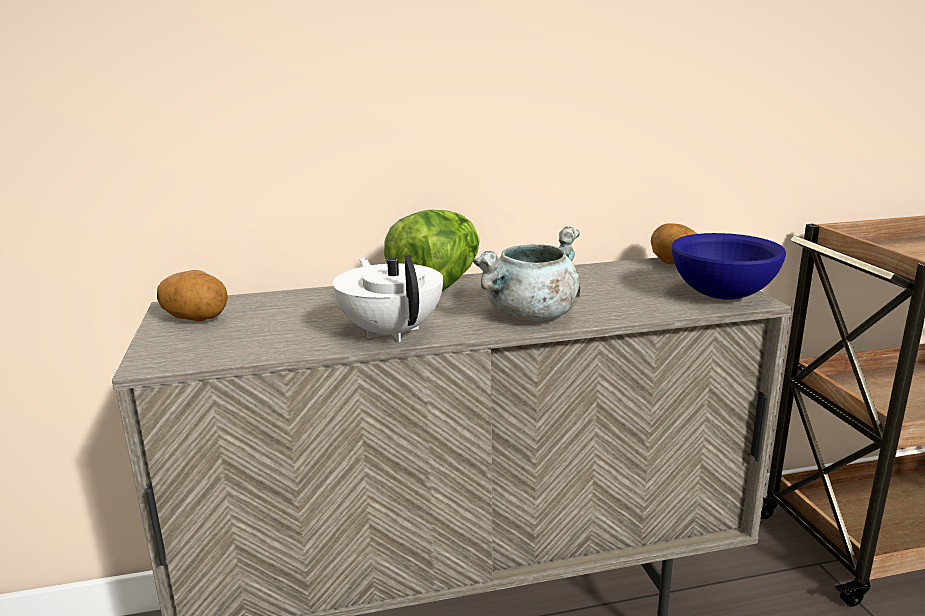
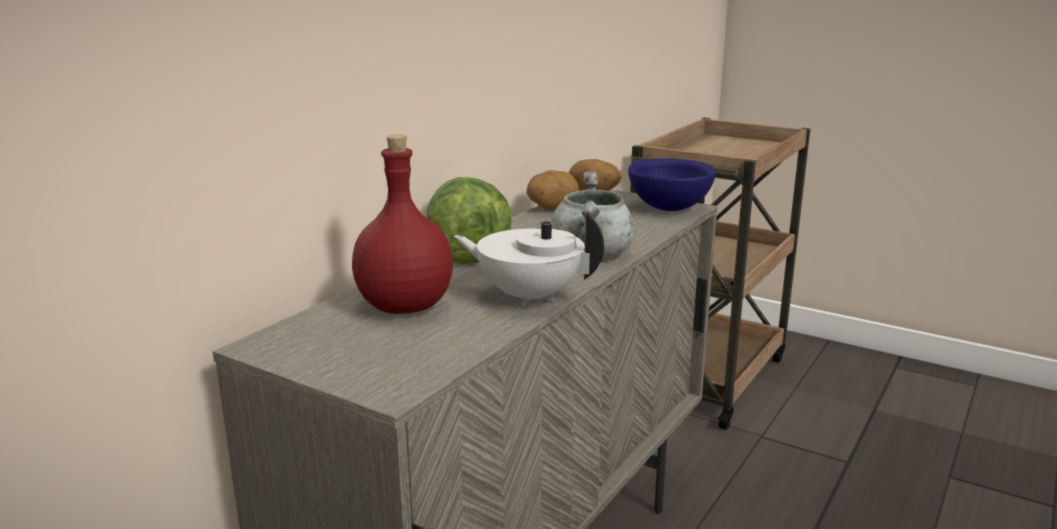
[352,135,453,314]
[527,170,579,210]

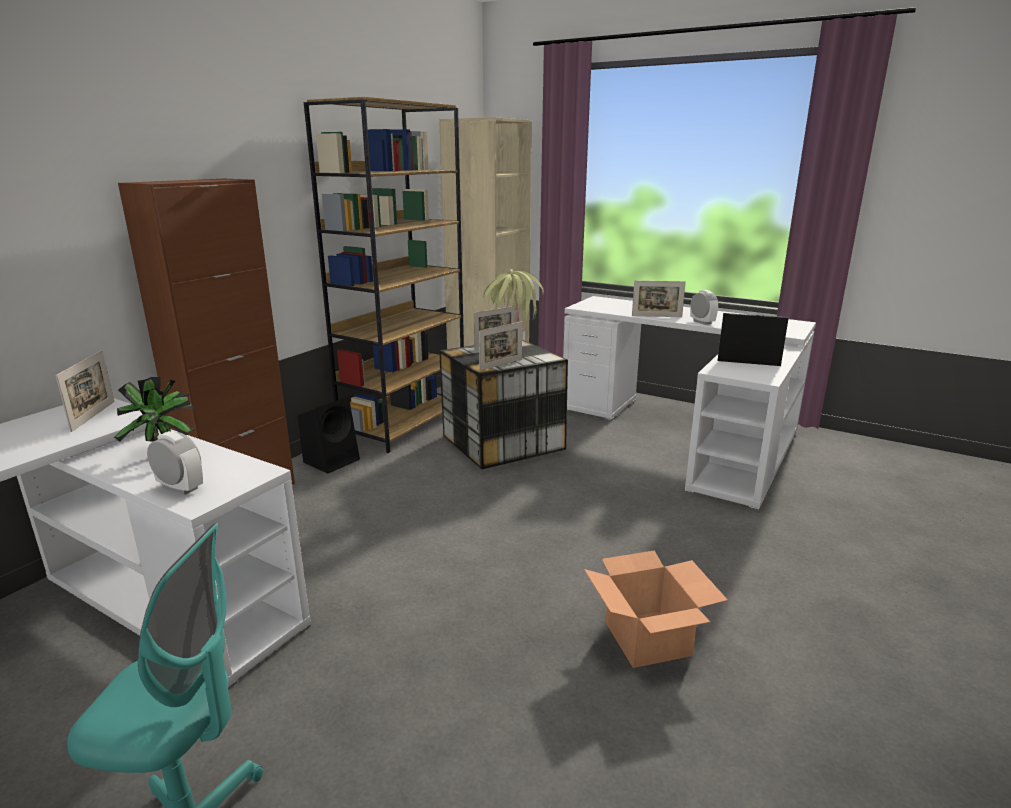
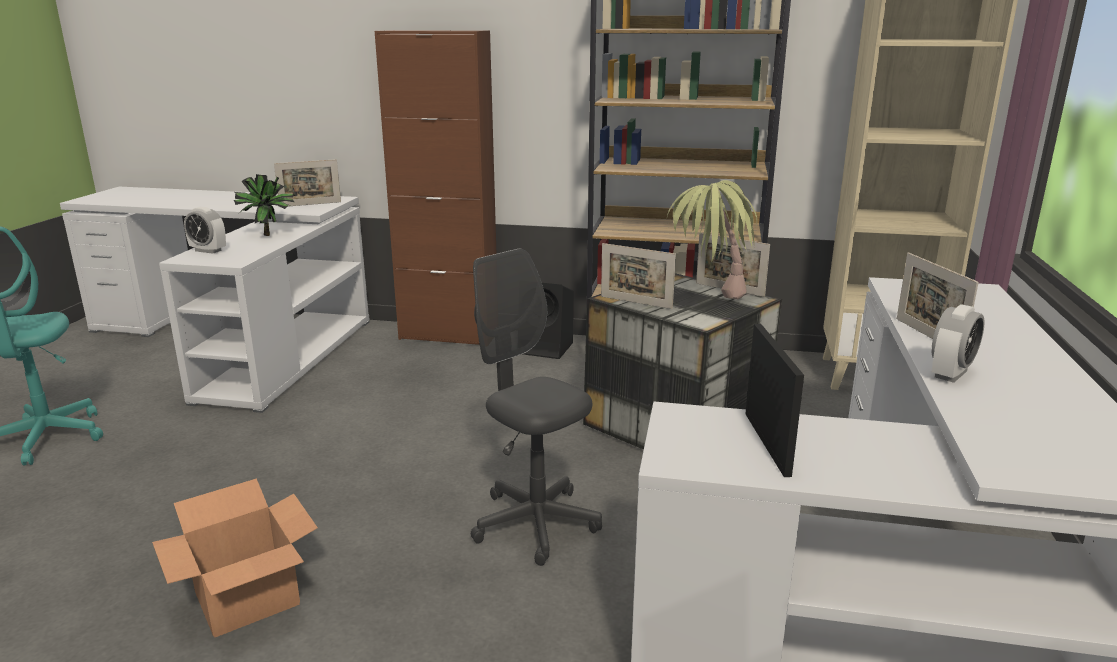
[471,248,602,566]
[184,207,226,254]

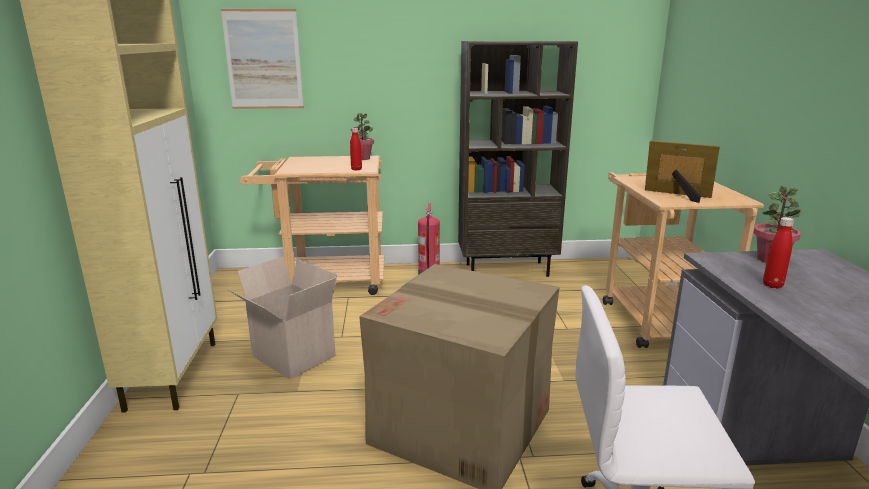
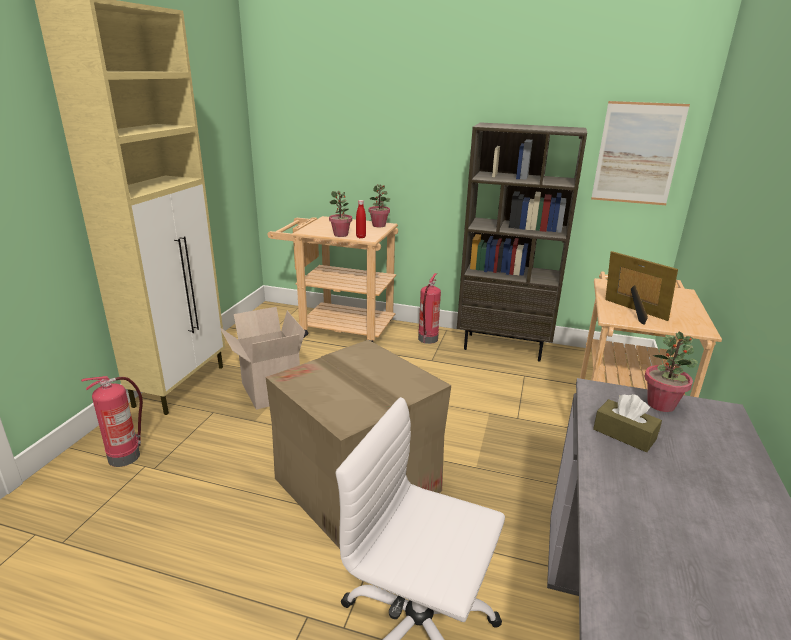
[81,376,143,467]
[329,191,352,237]
[591,101,690,205]
[593,394,662,452]

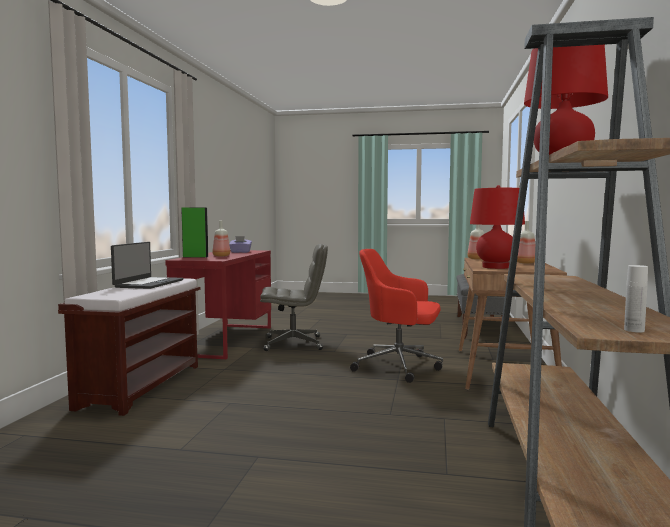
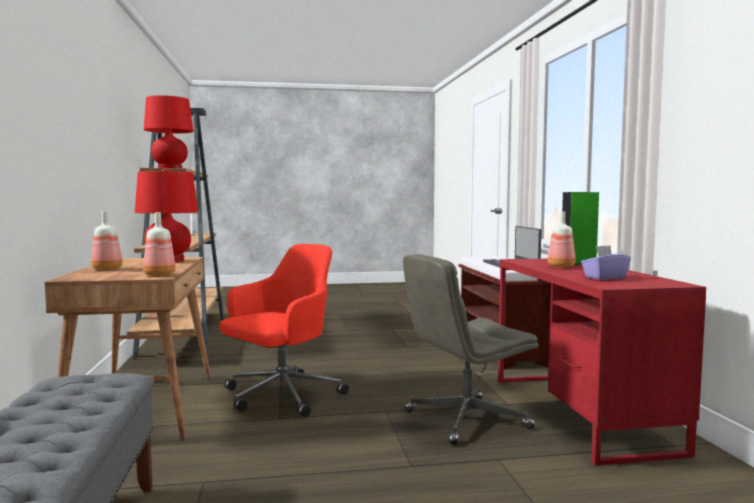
[220,244,349,417]

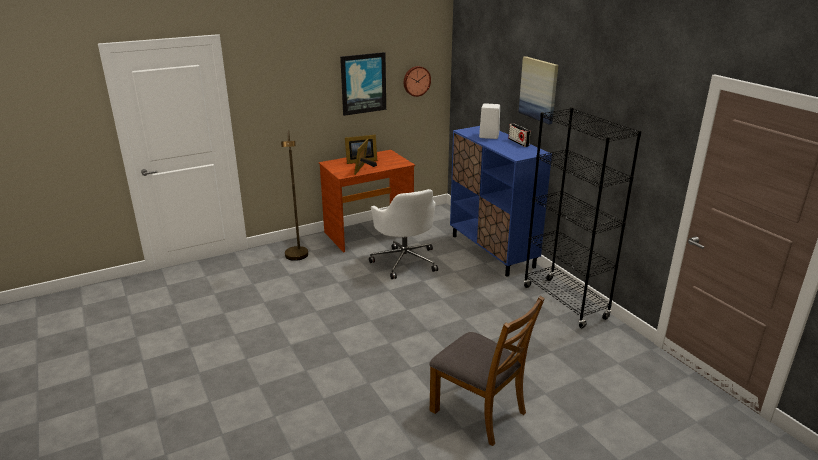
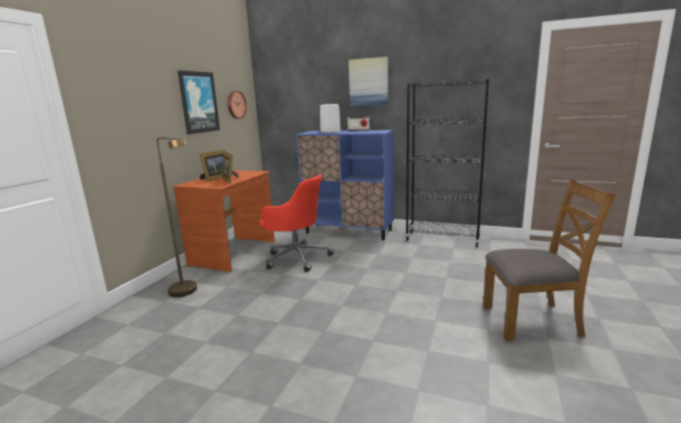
[259,175,334,272]

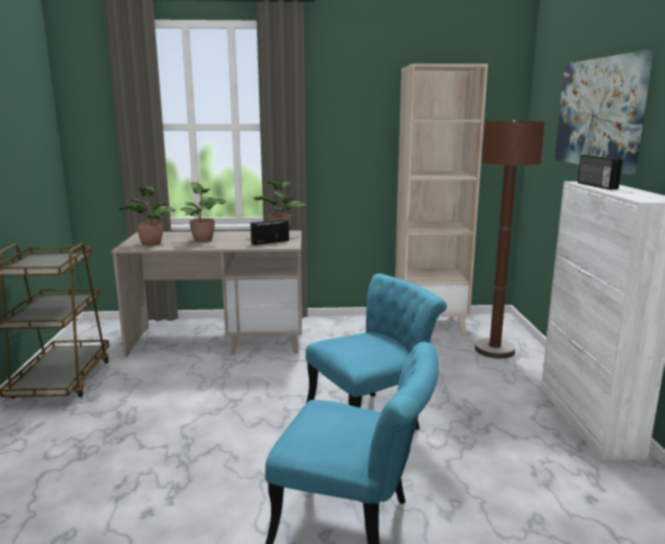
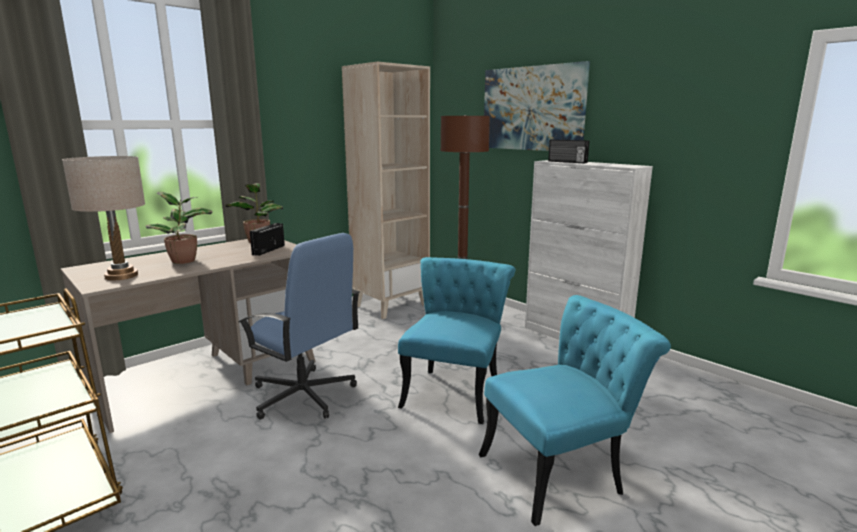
[239,233,359,420]
[62,156,145,280]

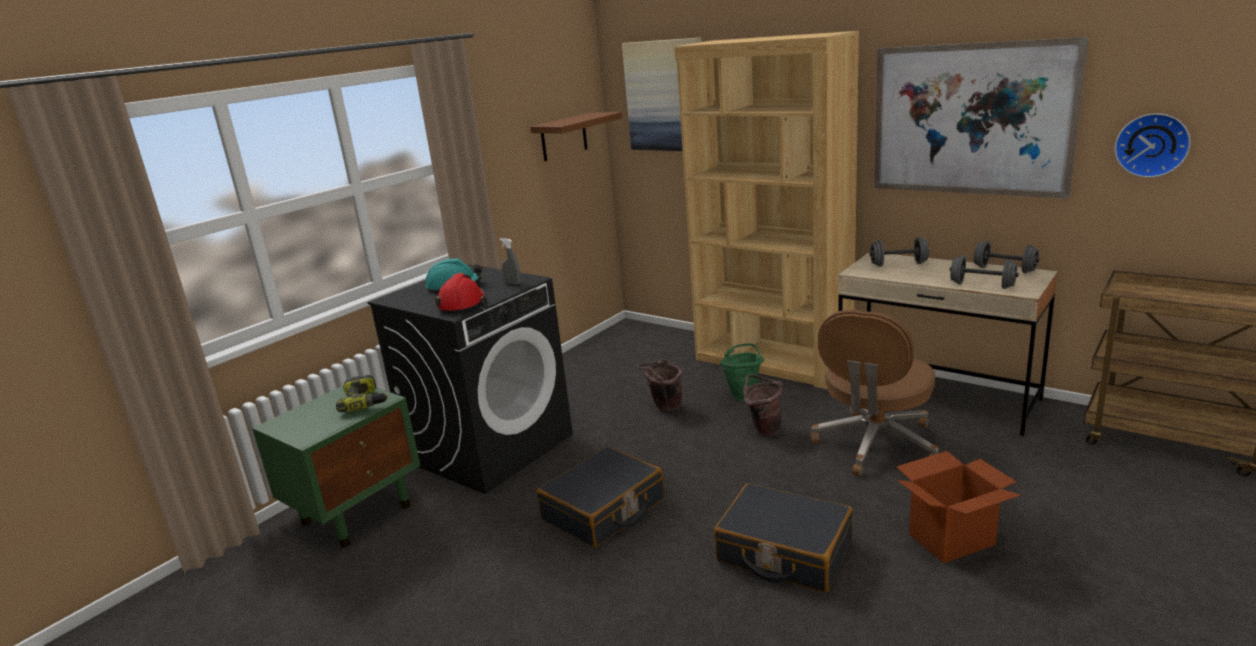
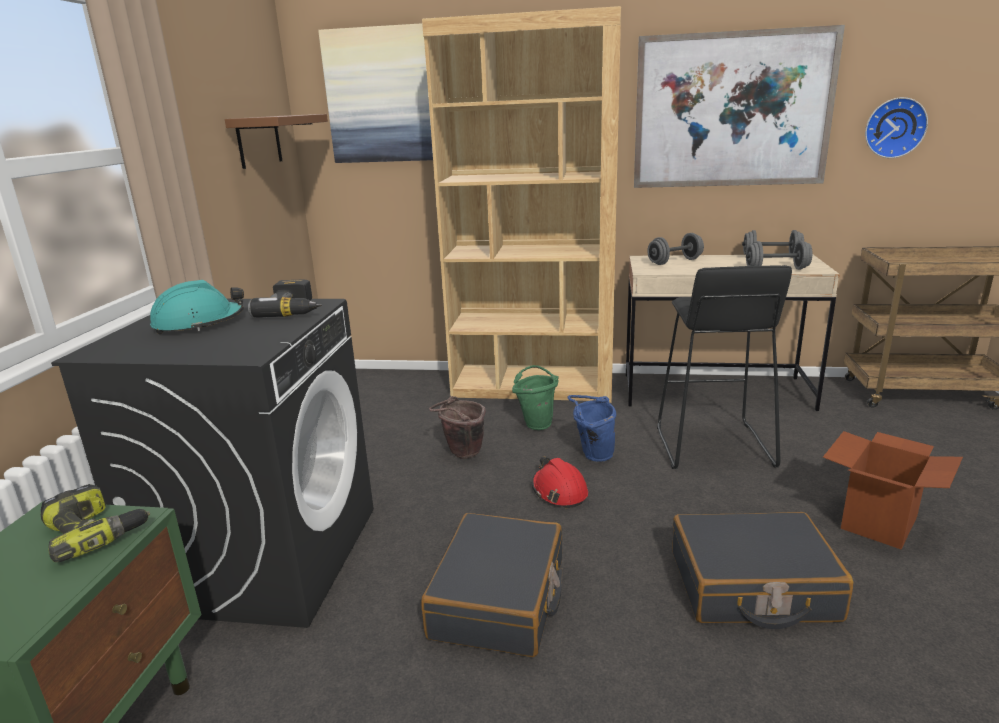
[532,457,588,508]
[248,280,322,317]
[657,265,792,469]
[567,395,616,462]

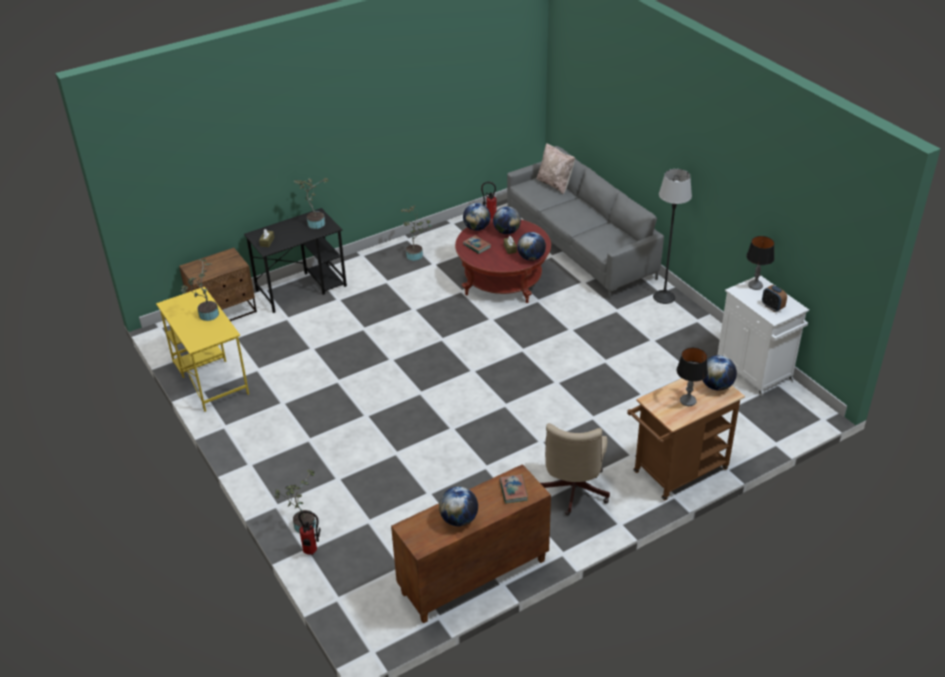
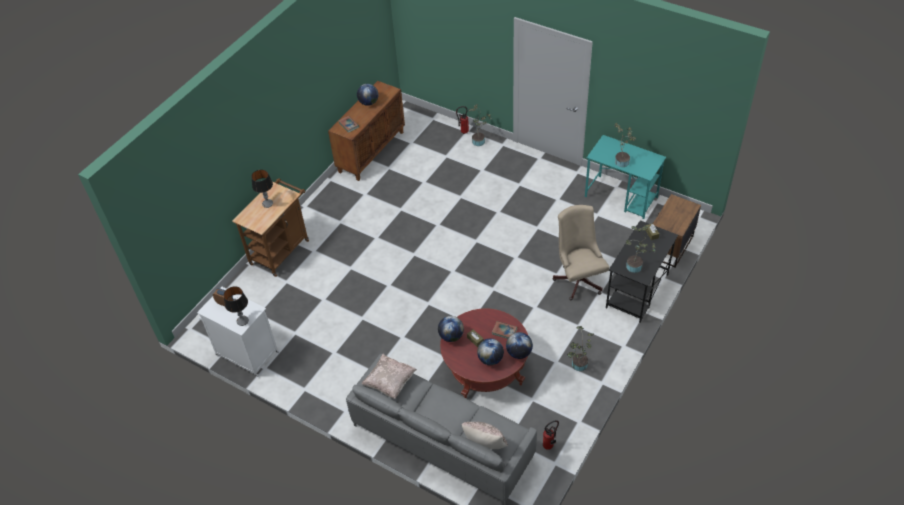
[653,169,692,304] (first image)
[703,355,737,391] (first image)
[362,354,417,399]
[553,205,609,300]
[585,135,666,219]

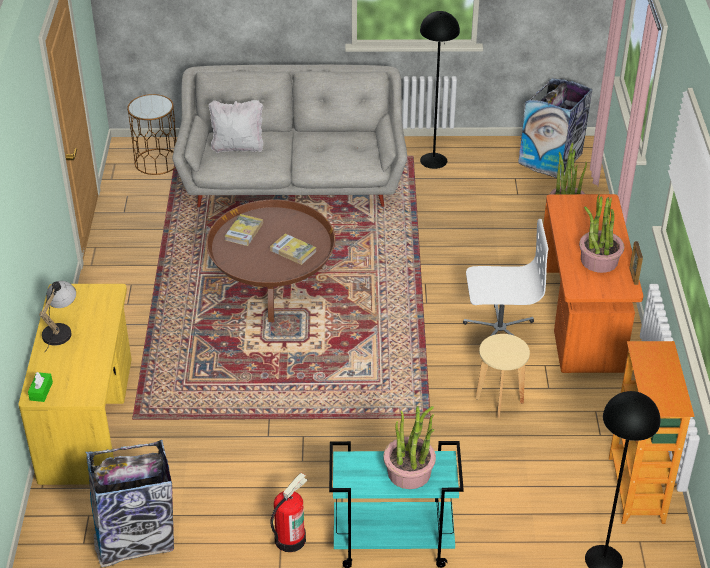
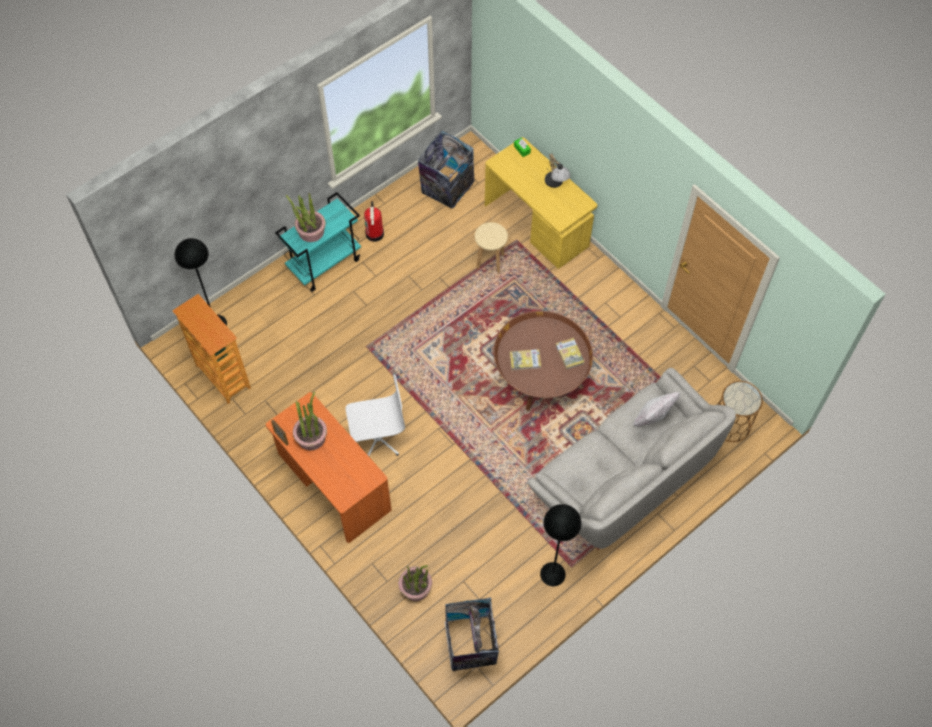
[475,222,508,273]
[346,374,405,456]

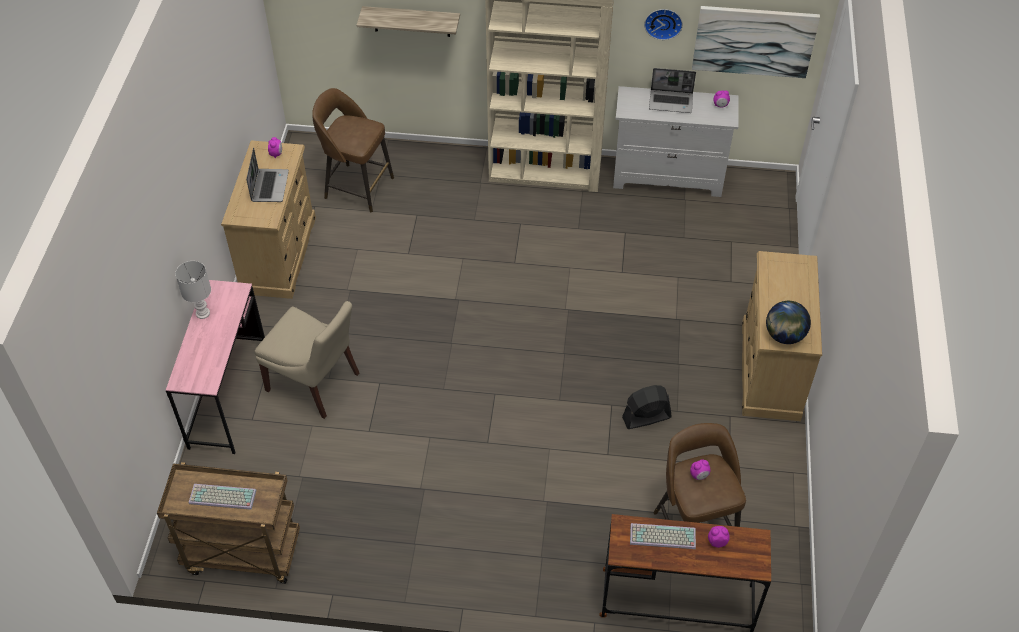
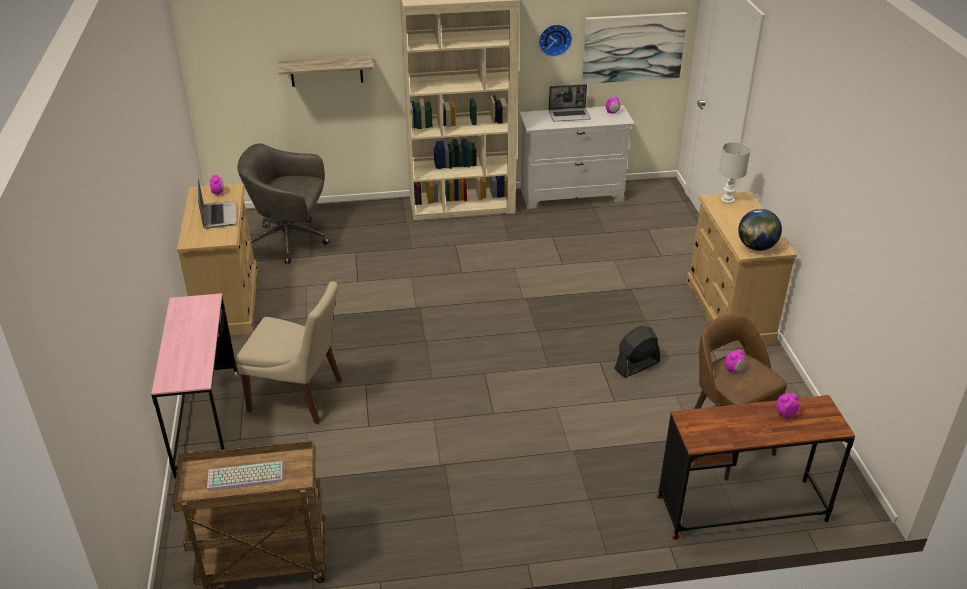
[630,523,696,549] (first image)
[719,142,751,204]
[237,143,330,264]

